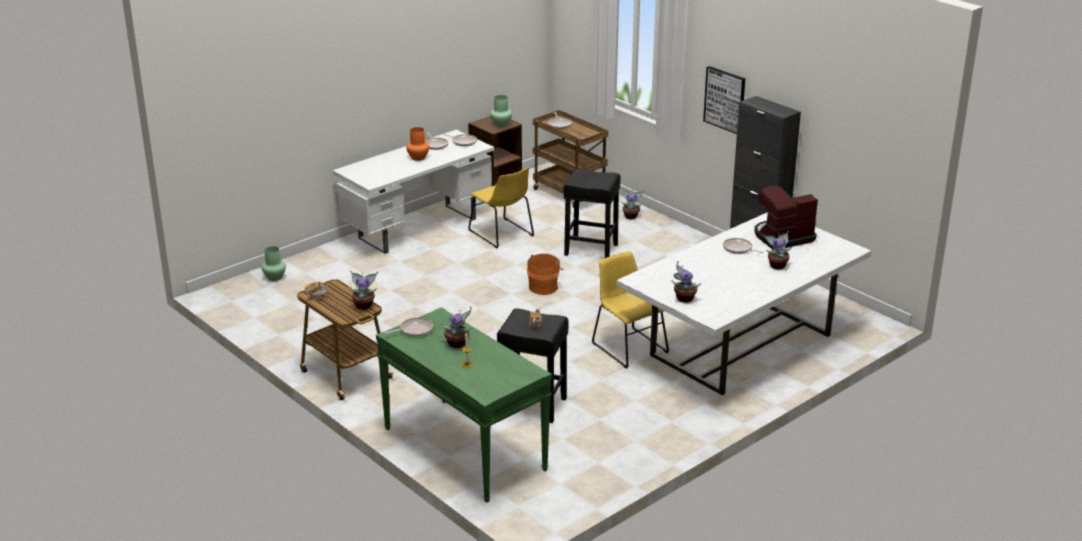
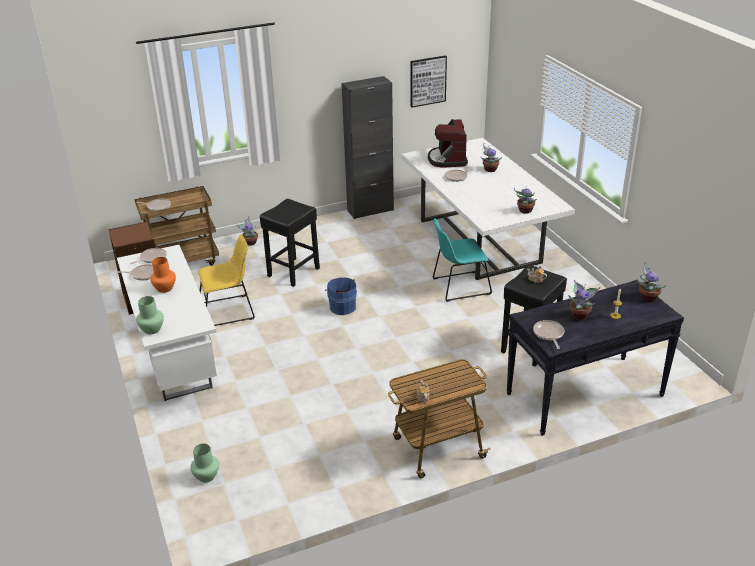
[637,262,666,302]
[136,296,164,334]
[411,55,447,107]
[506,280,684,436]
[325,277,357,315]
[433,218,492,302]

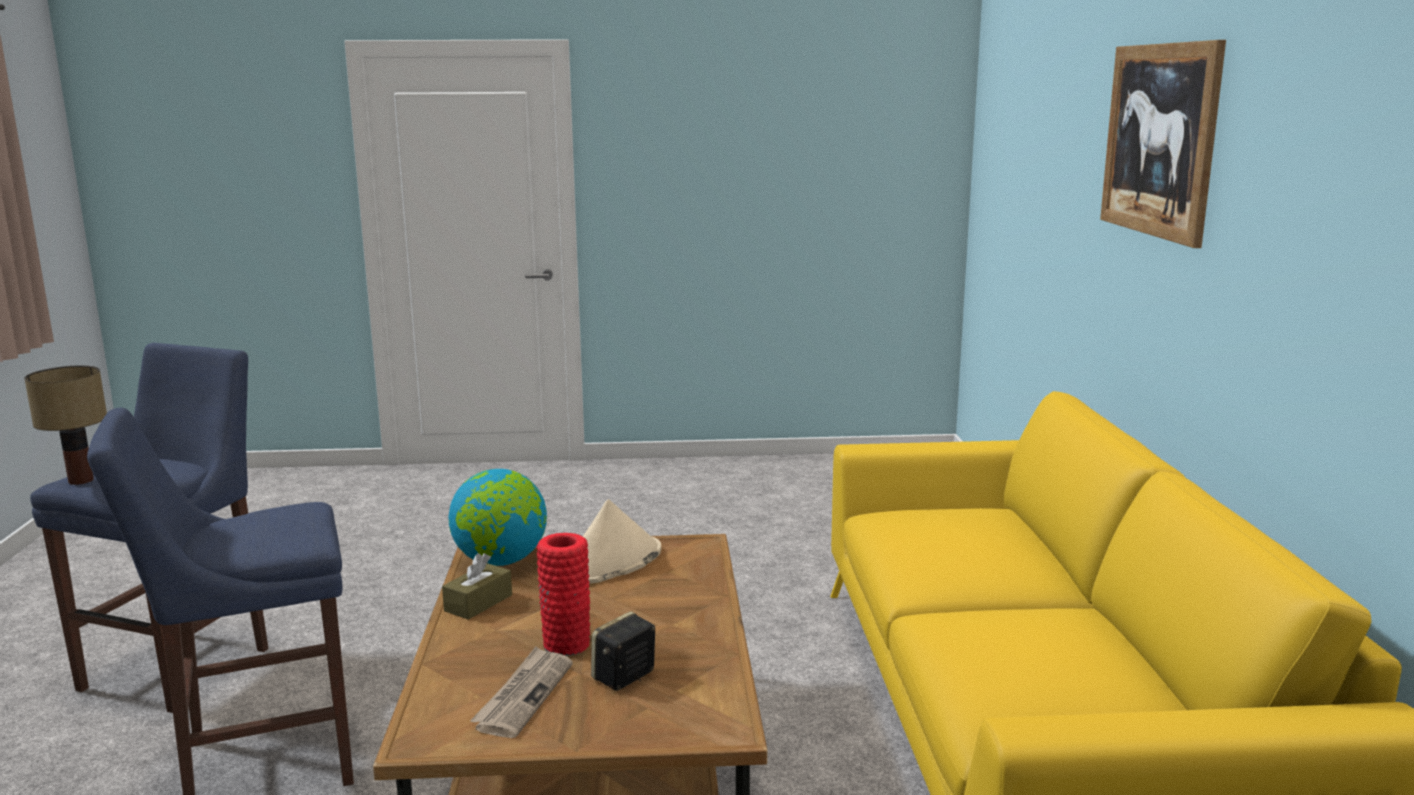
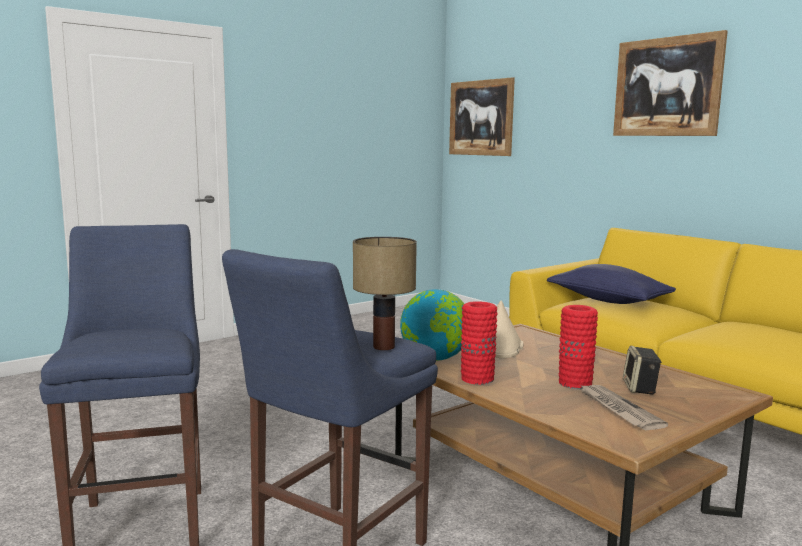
[449,77,515,156]
[547,264,676,304]
[353,237,417,350]
[461,301,498,385]

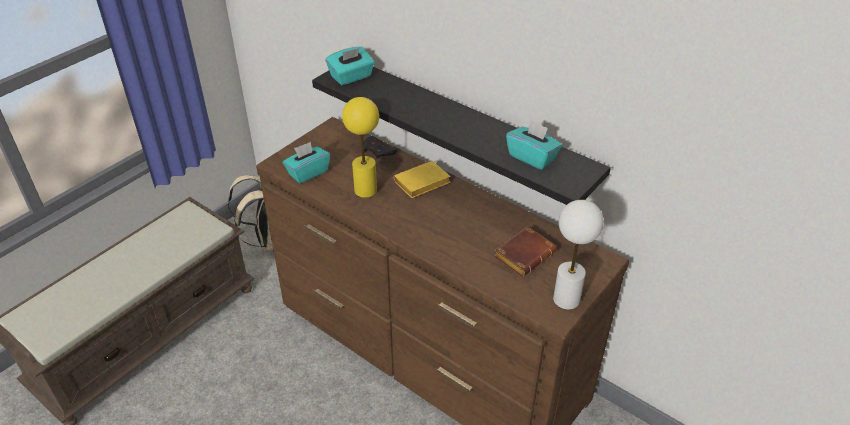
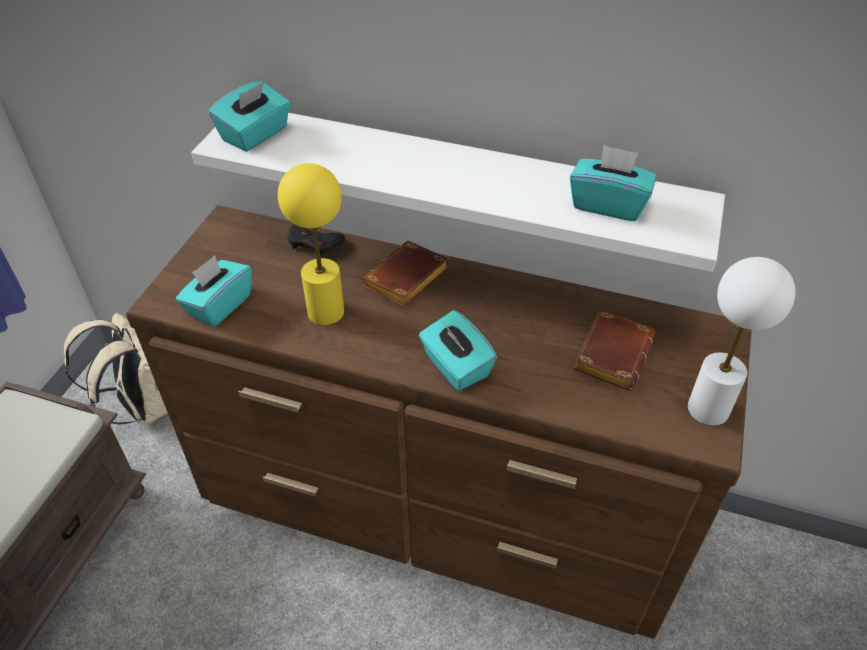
[419,310,497,391]
[191,113,725,272]
[361,241,449,307]

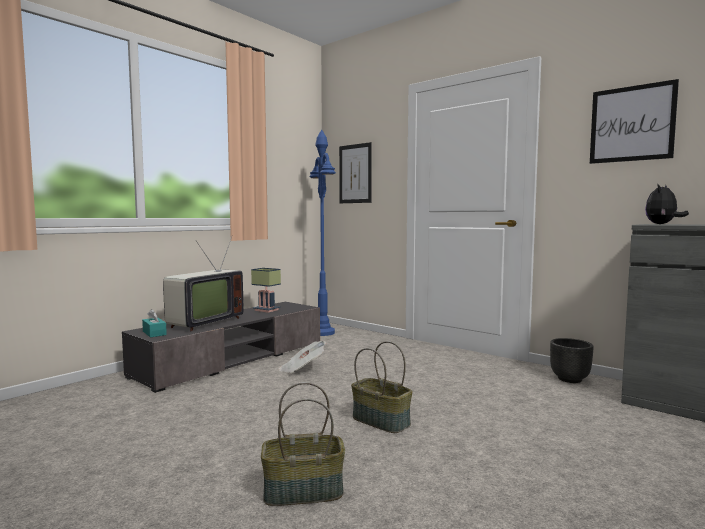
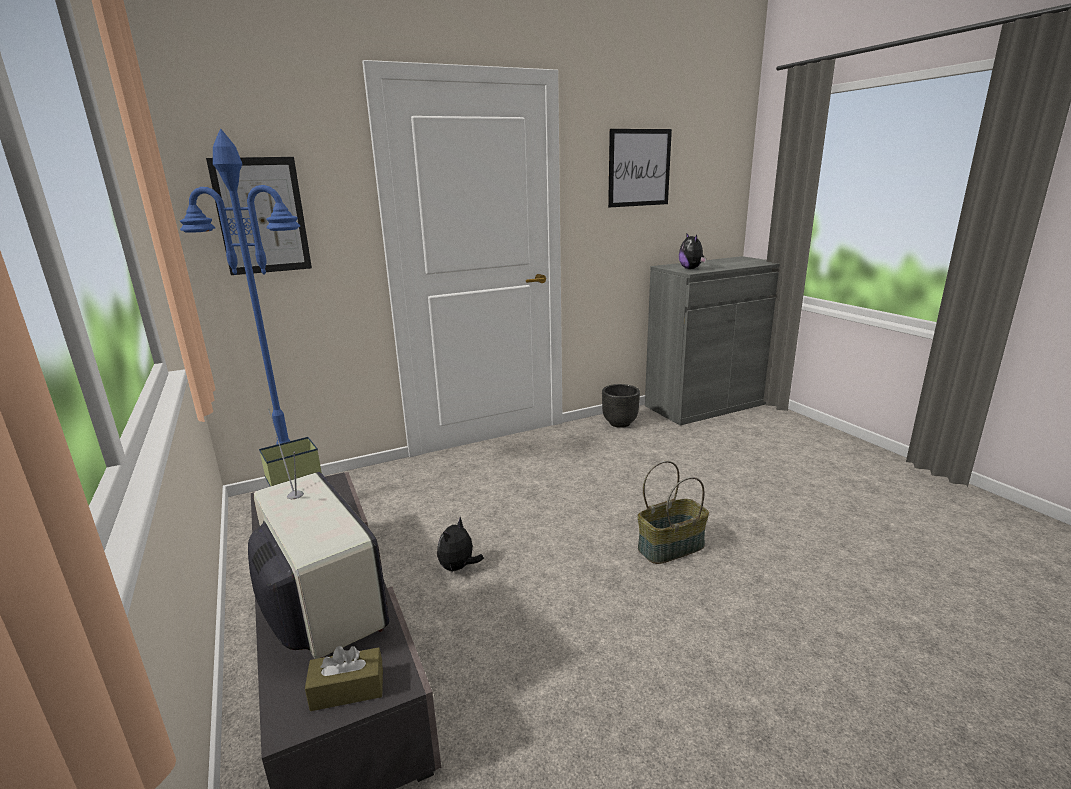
[261,382,345,506] (first image)
[437,517,484,572]
[305,646,383,711]

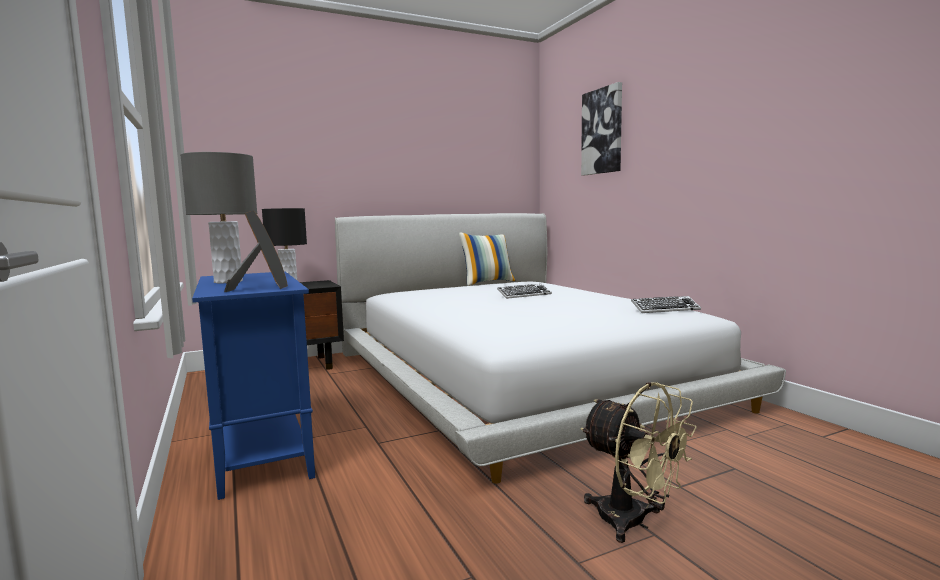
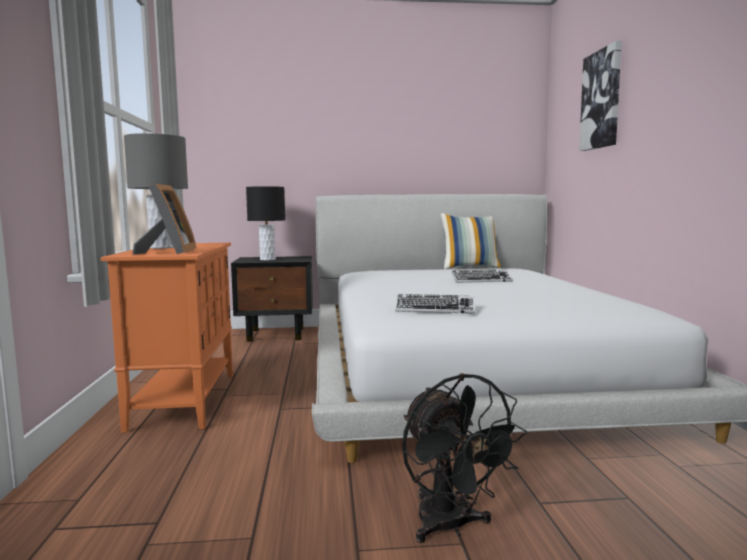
[395,294,475,314]
[101,243,233,433]
[402,373,527,543]

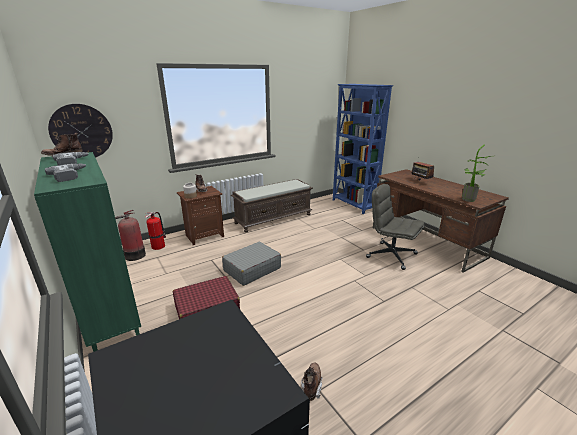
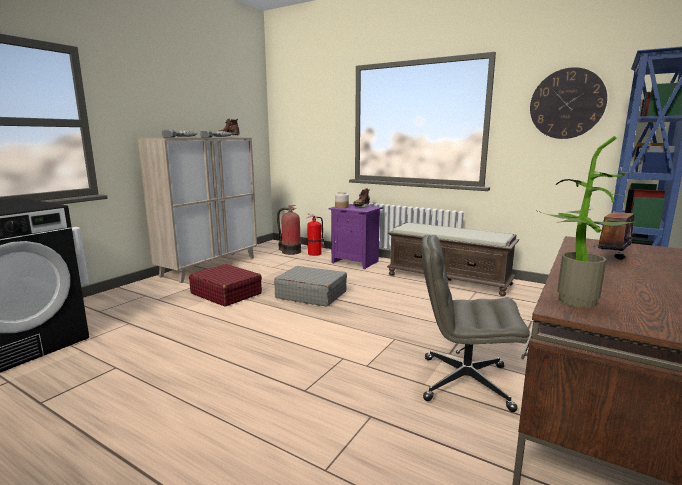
[301,363,323,401] (first image)
[530,67,607,139]
[138,138,257,283]
[329,204,383,269]
[422,235,530,412]

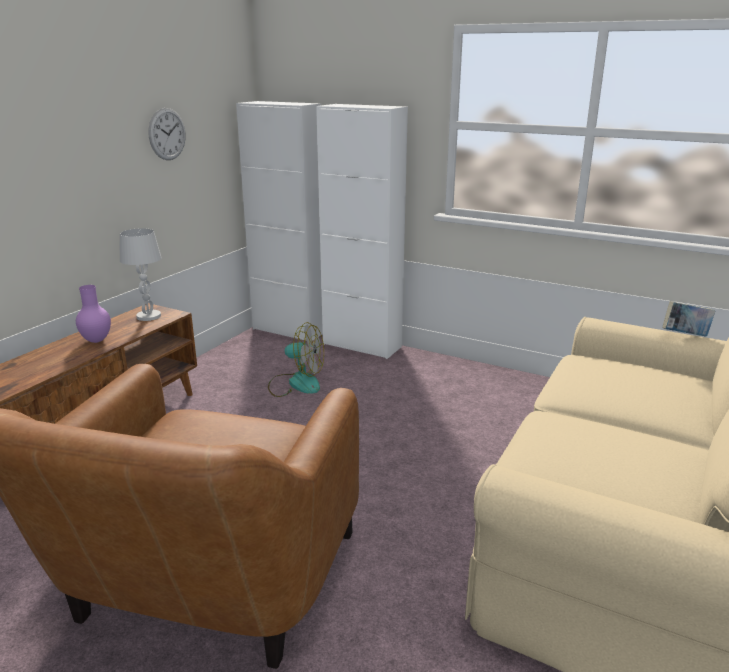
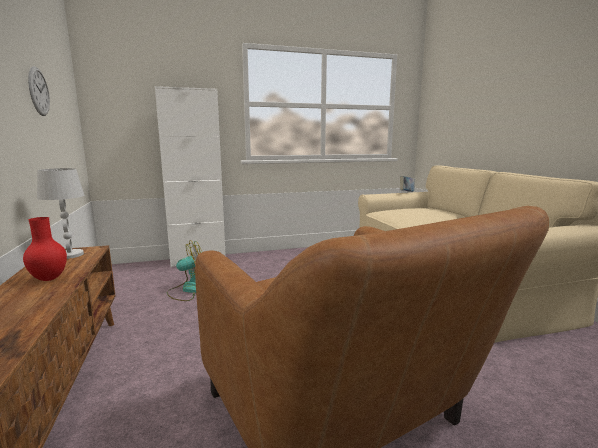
[236,101,323,341] (first image)
[23,217,67,281]

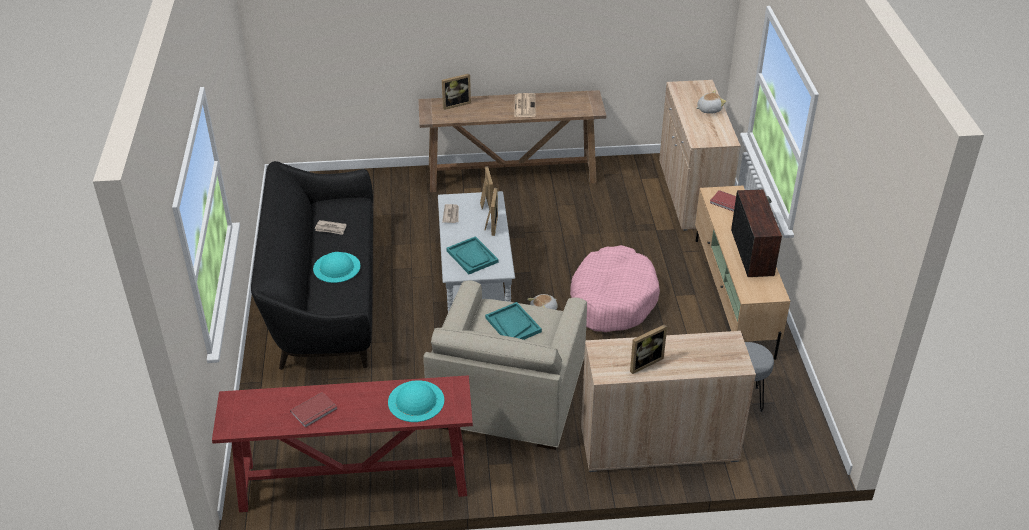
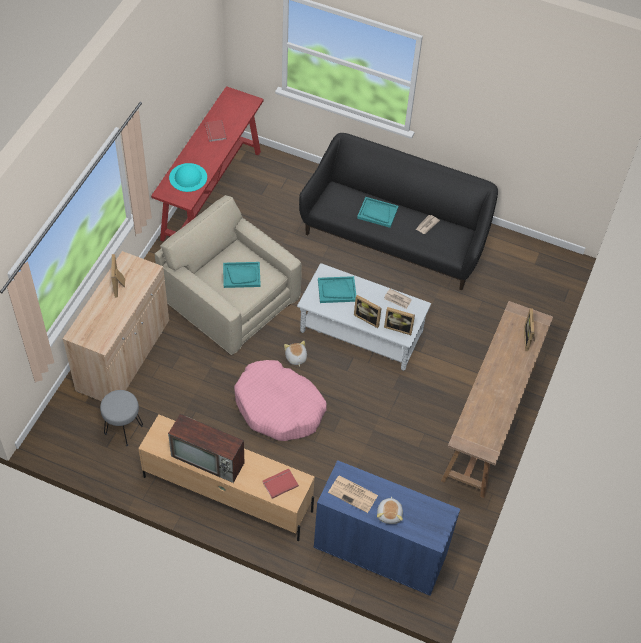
[328,475,378,513]
[357,197,398,228]
[314,460,460,596]

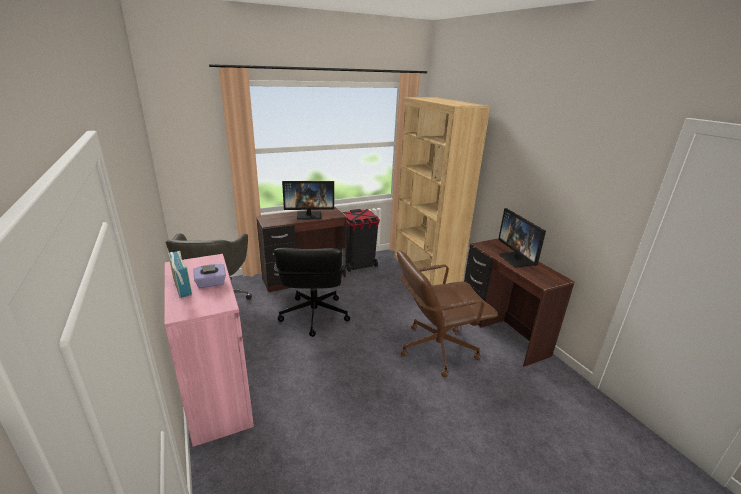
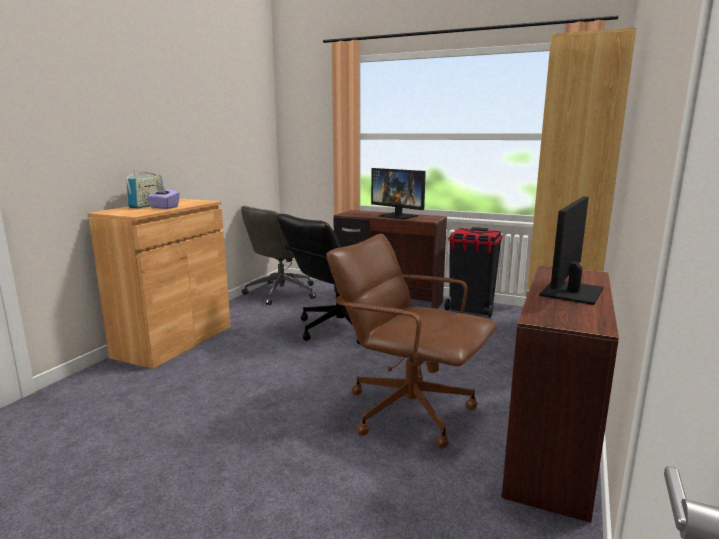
[88,198,231,369]

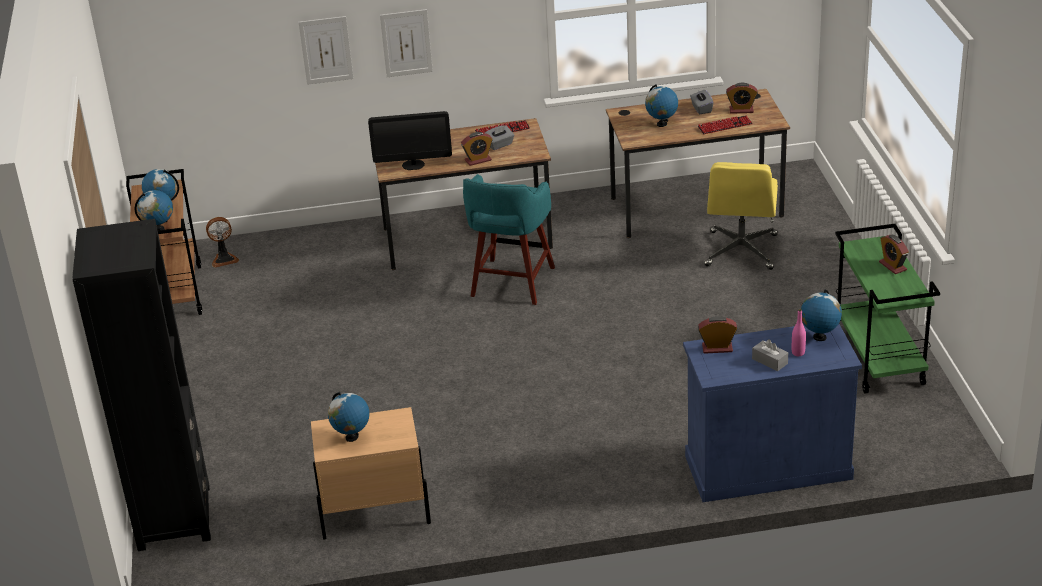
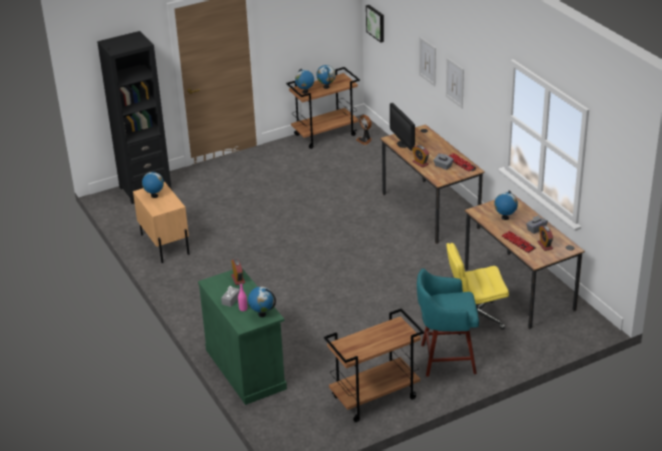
[879,235,909,274] (first image)
[366,5,384,43]
[417,268,479,377]
[198,268,287,405]
[324,308,424,422]

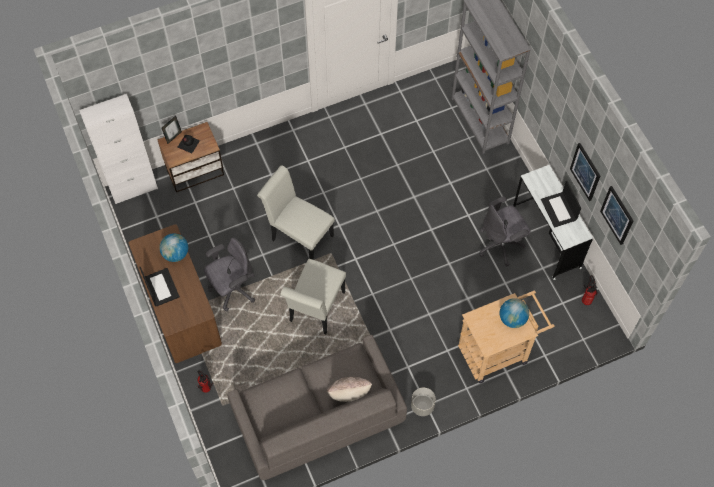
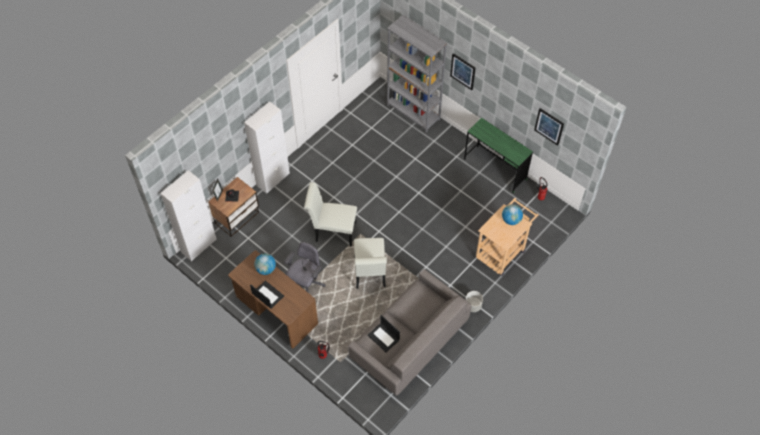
[327,377,372,402] (first image)
[479,196,530,266] (first image)
[244,101,290,194]
[368,315,400,352]
[450,53,476,90]
[464,118,533,193]

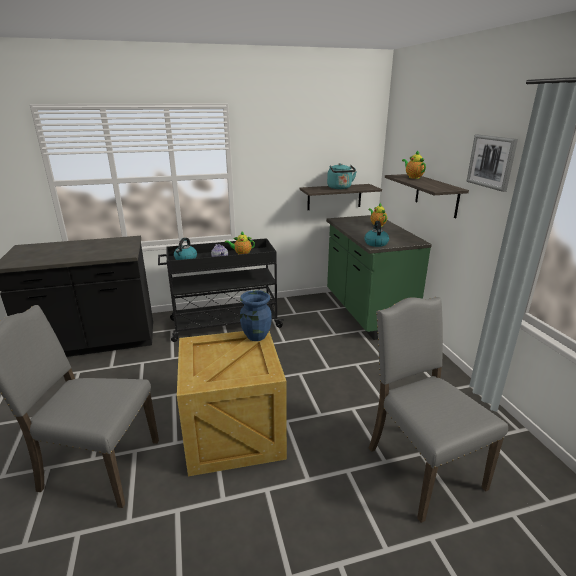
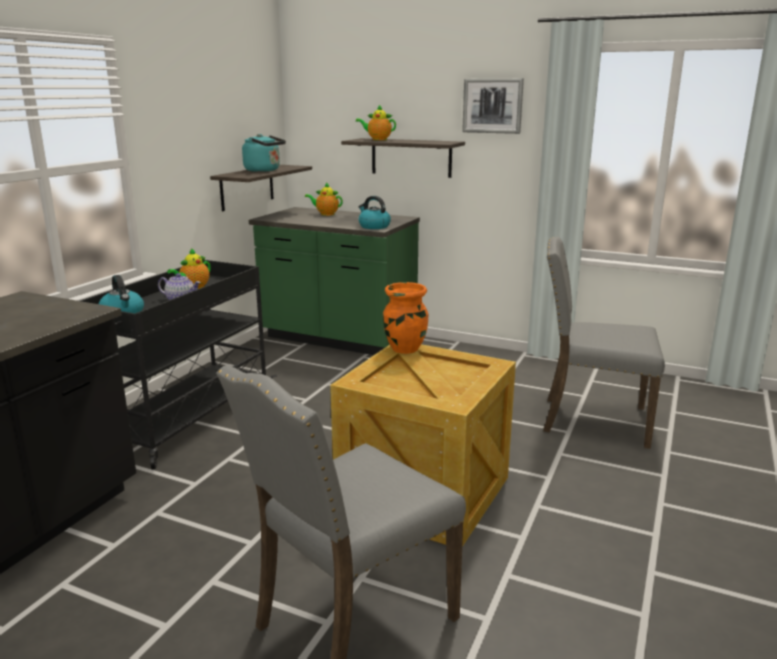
[383,282,428,354]

